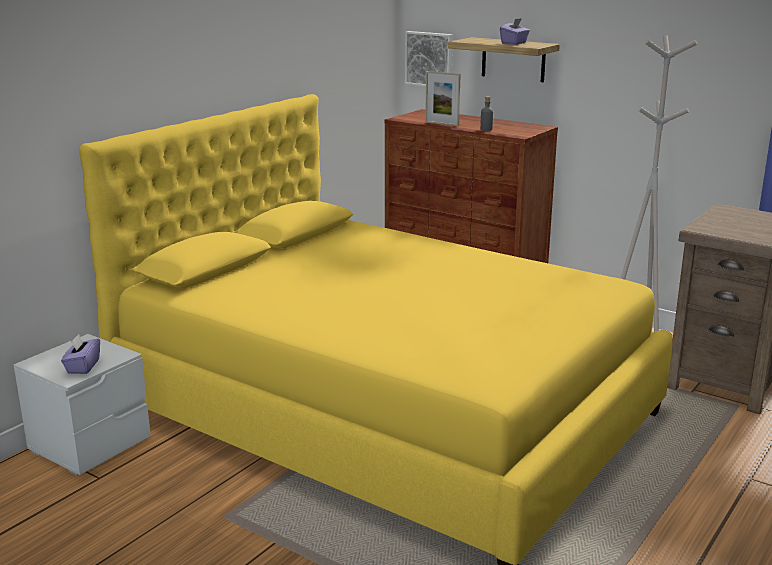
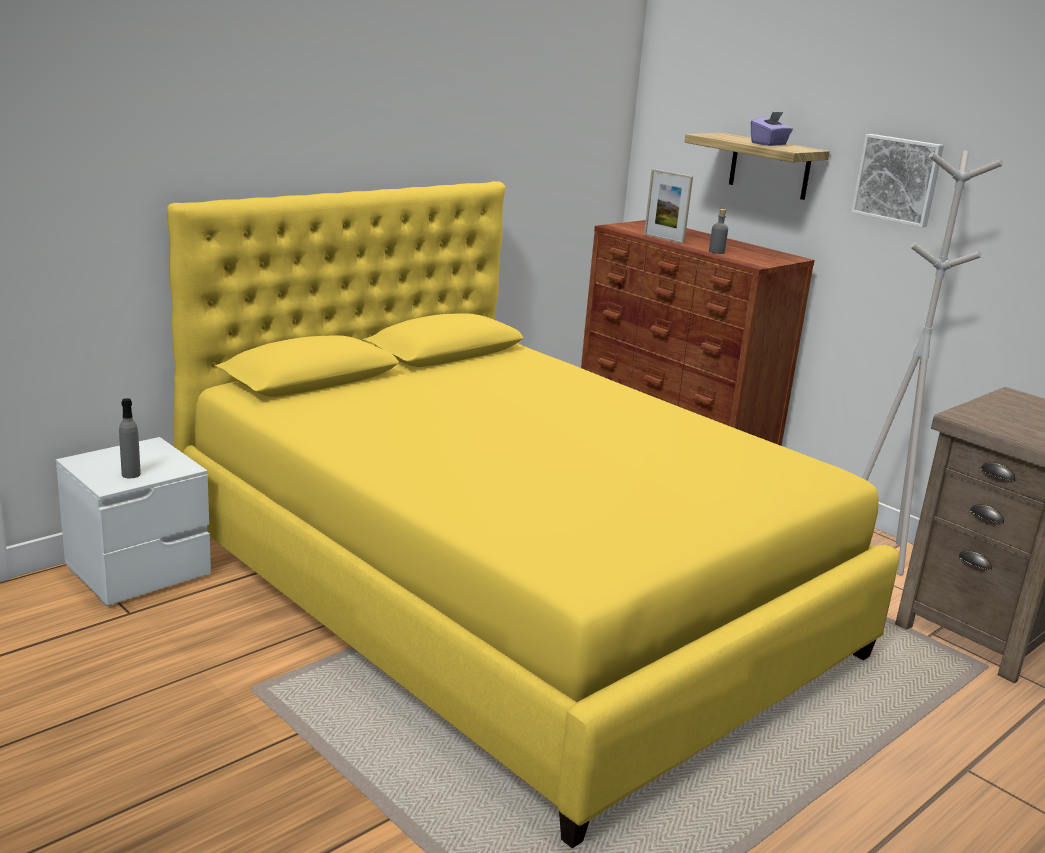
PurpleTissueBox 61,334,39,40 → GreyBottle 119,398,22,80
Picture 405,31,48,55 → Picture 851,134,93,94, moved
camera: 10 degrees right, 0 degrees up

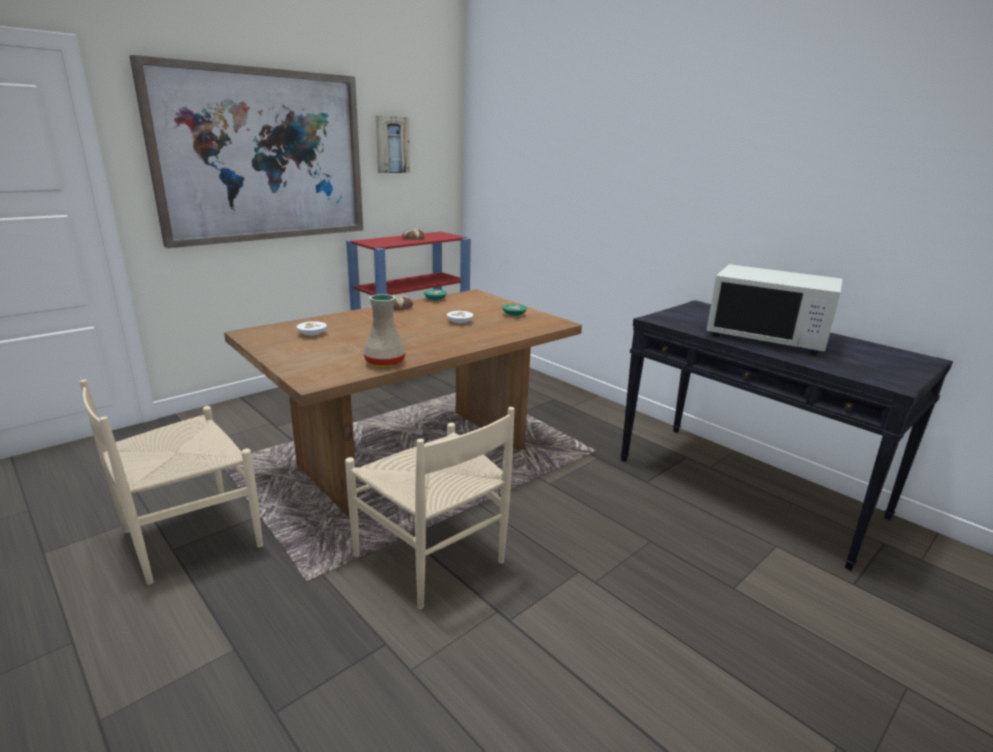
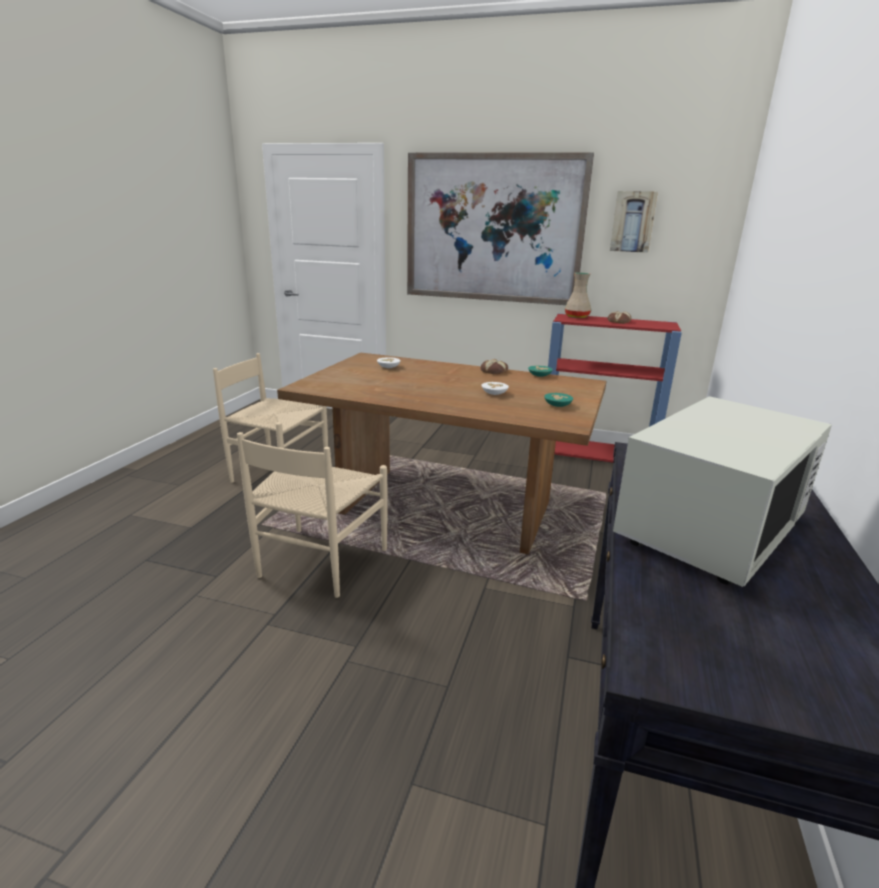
BeigeVase 364,294,42,74 → BeigeVase 565,272,26,46, moved
WhiteMicrowave 706,264,136,90 → WhiteMicrowave 613,396,219,191, 135 degrees counterclockwise
camera: 60 degrees right, 0 degrees up

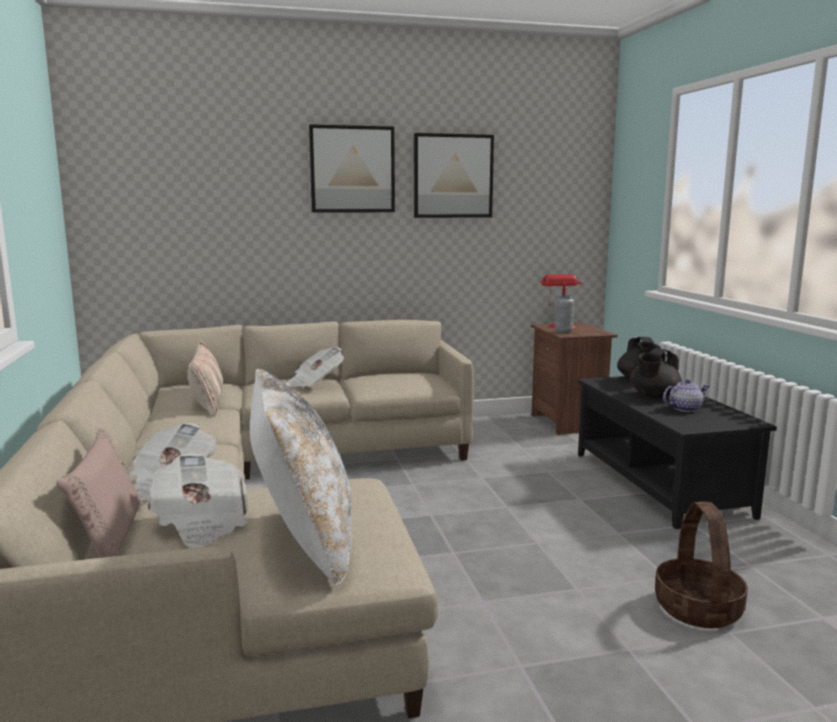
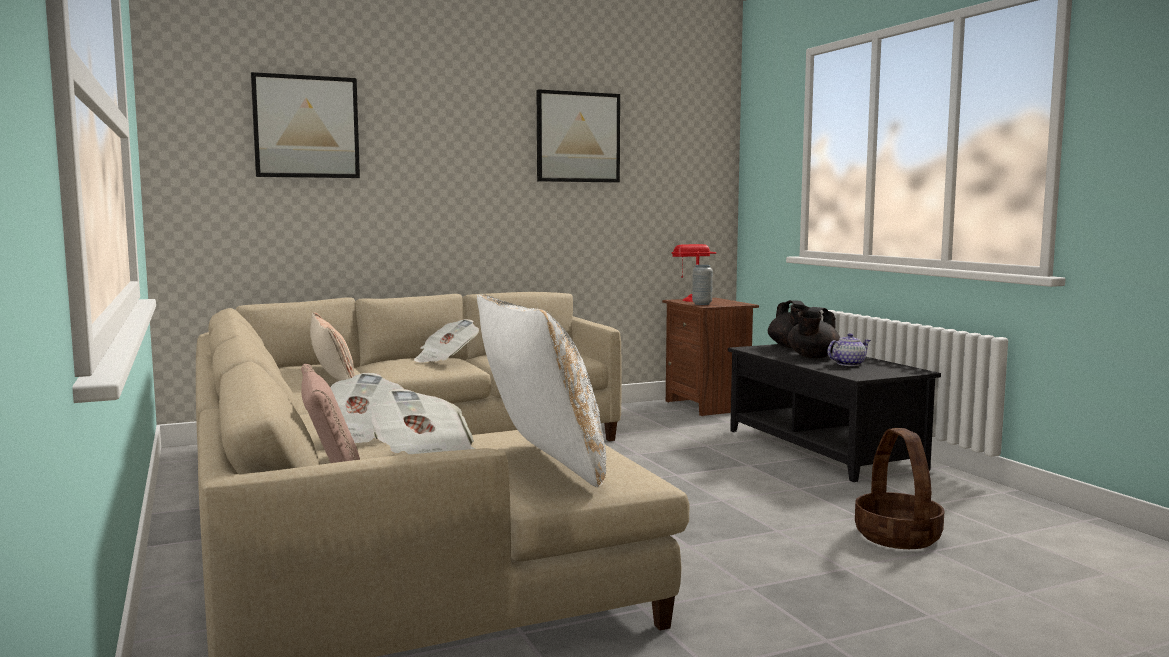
Picture 309,124,86,89 → Picture 251,72,109,106, moved
camera: 10 degrees left, 5 degrees down

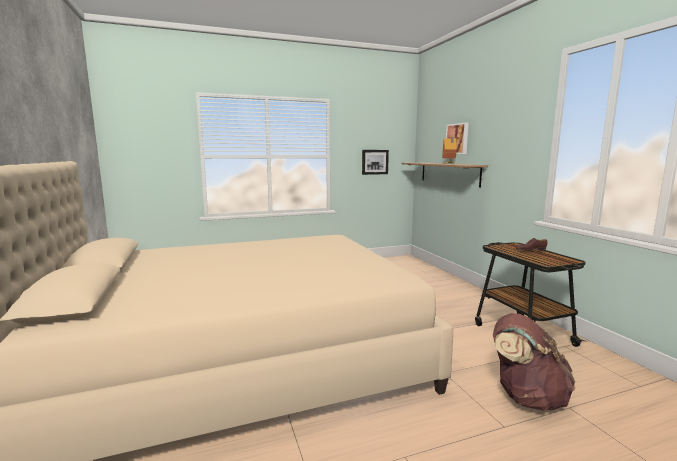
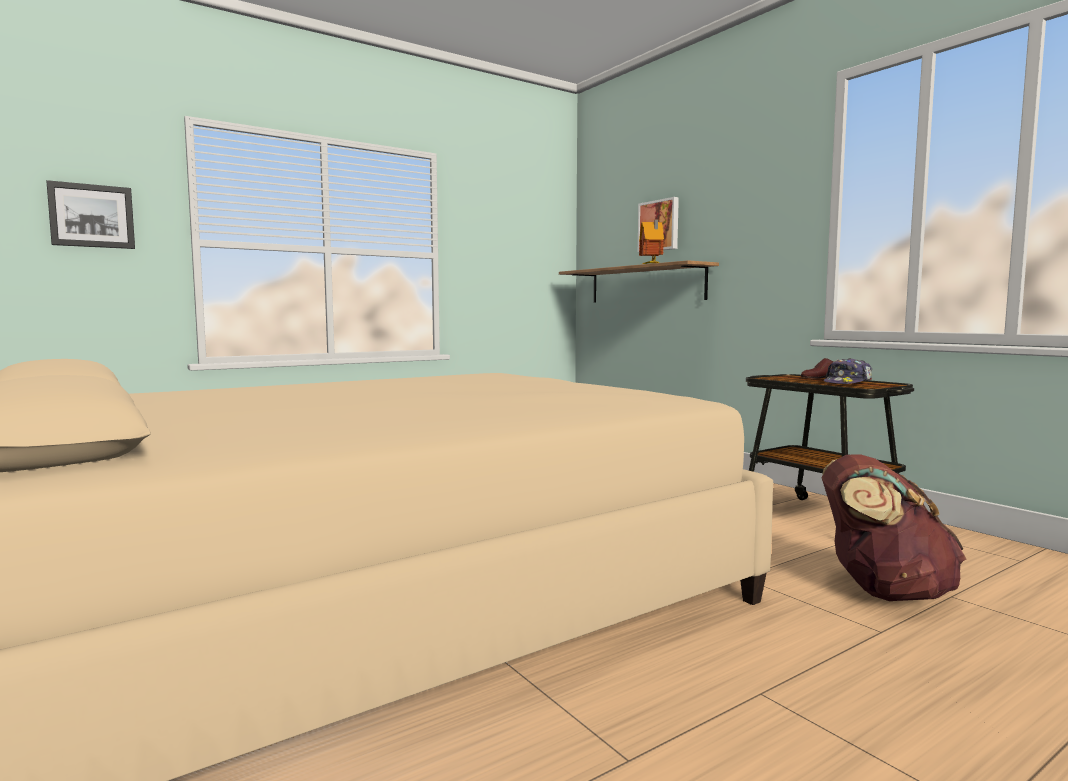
Picture 362,150,27,25 → Picture 46,180,89,69, moved
- → Cap 824,358,48,26
camera: 15 degrees left, 5 degrees down

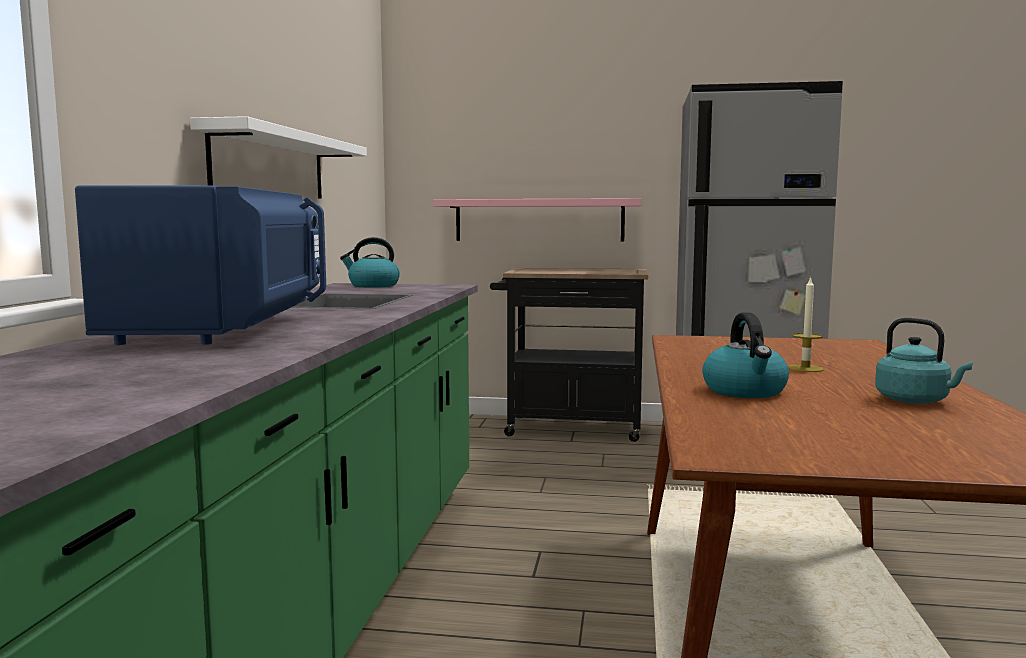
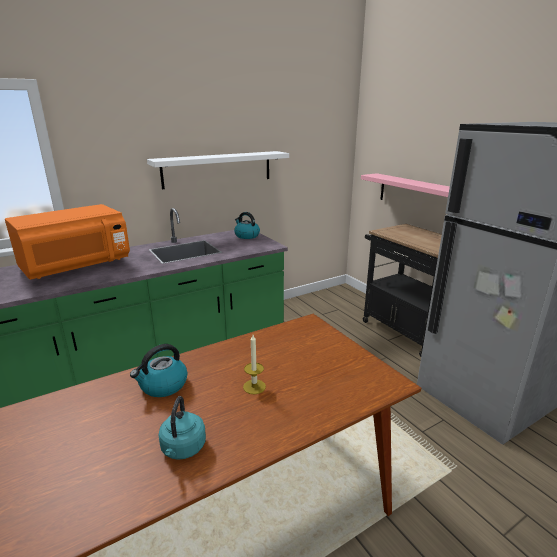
BlueMicrowave 75,185,251,160 → OrangeMicrowave 5,204,125,76
camera: 50 degrees right, 15 degrees up

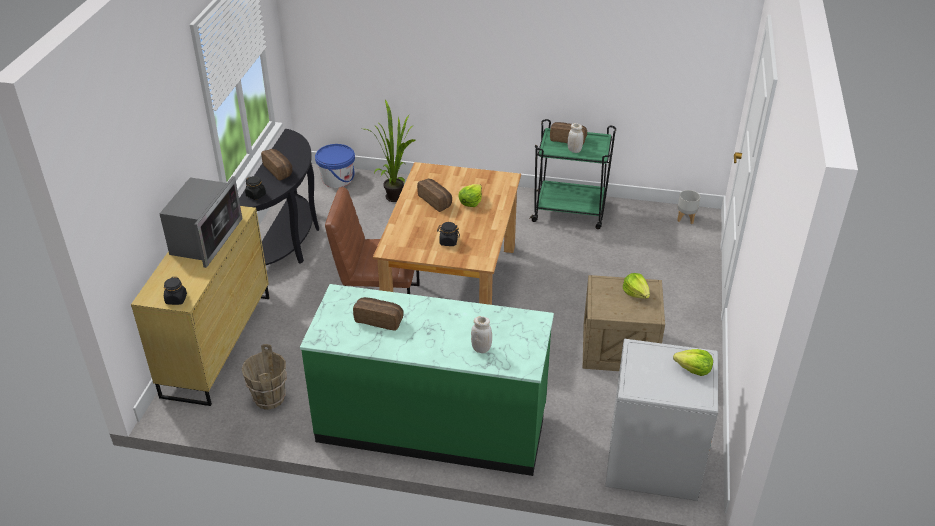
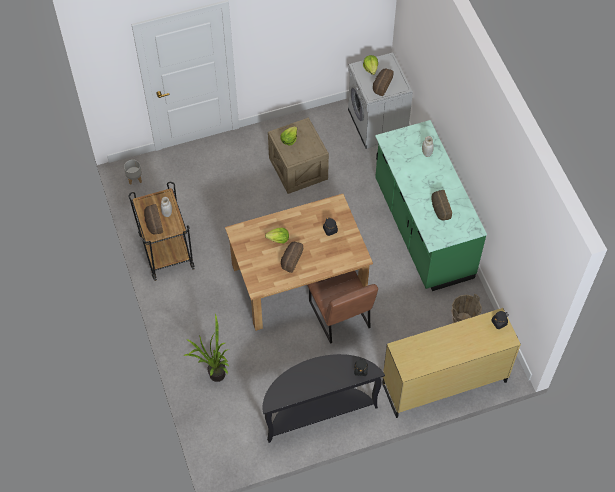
Microwave 159,176,83,92 → -
Bread 261,149,31,32 → Bread 373,69,21,27, moved
BlueBucket 315,144,40,44 → -
GreenCart 530,119,86,110 → BrownCart 129,182,66,99
camera: 120 degrees left, 20 degrees up

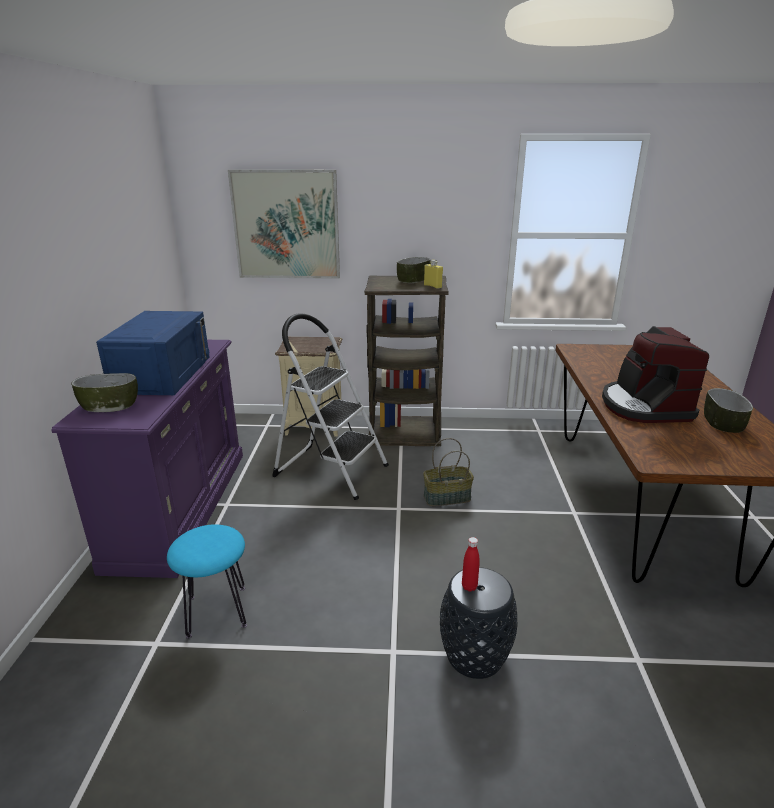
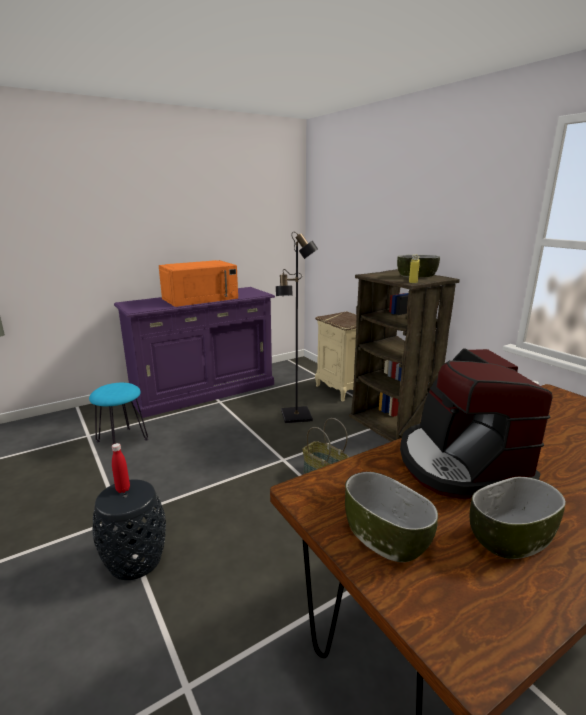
Bowl 71,373,67,39 → Bowl 345,472,93,90, moved
BlueMicrowave 96,311,113,84 → OrangeMicrowave 159,260,79,47
Picture 228,169,112,110 → -
StepLadder 272,313,117,187 → BlackFloorLamp 276,232,42,191
CoffeeMachine 602,326,107,97 → CoffeeMachine 400,348,153,151, 60 degrees counterclockwise
camera: 55 degrees right, 5 degrees down

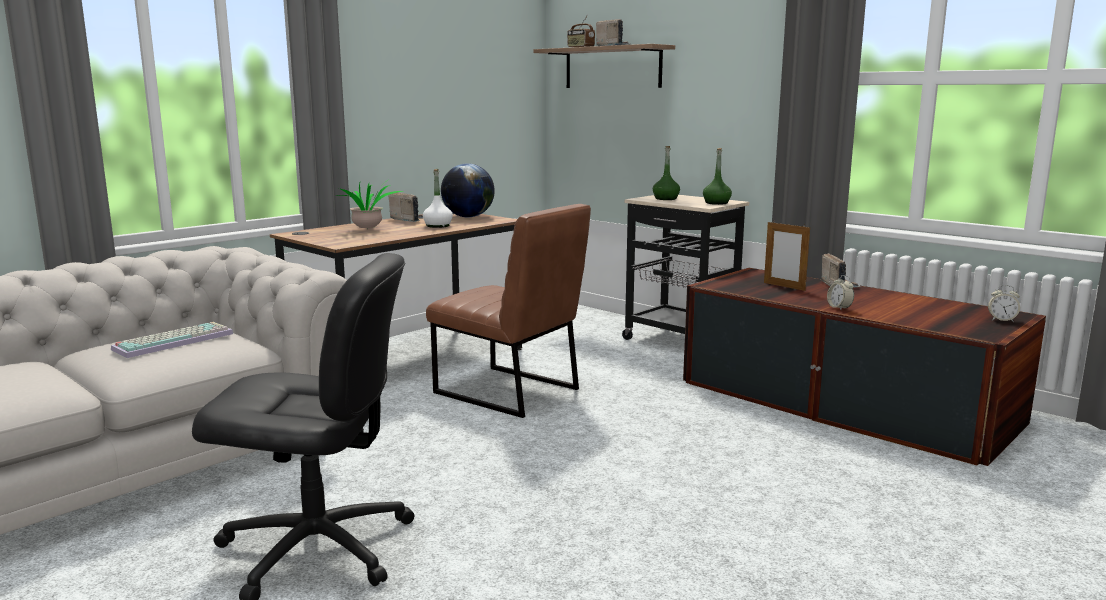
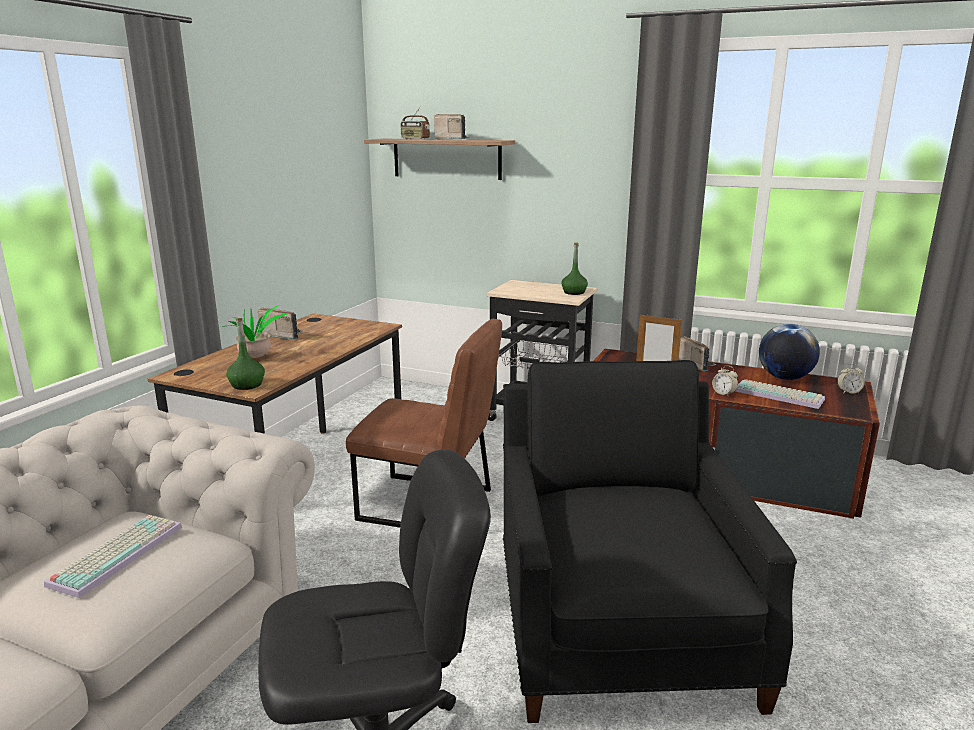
WhiteBottle 423,169,30,59 → -
Globe 441,163,54,54 → Globe 759,324,61,56, moved
GreenBottle 653,146,27,54 → GreenBottle 226,318,39,72, moved
- → BlackArmchair 503,360,294,363
- → Keyboard 735,379,90,30
camera: 20 degrees left, 5 degrees up

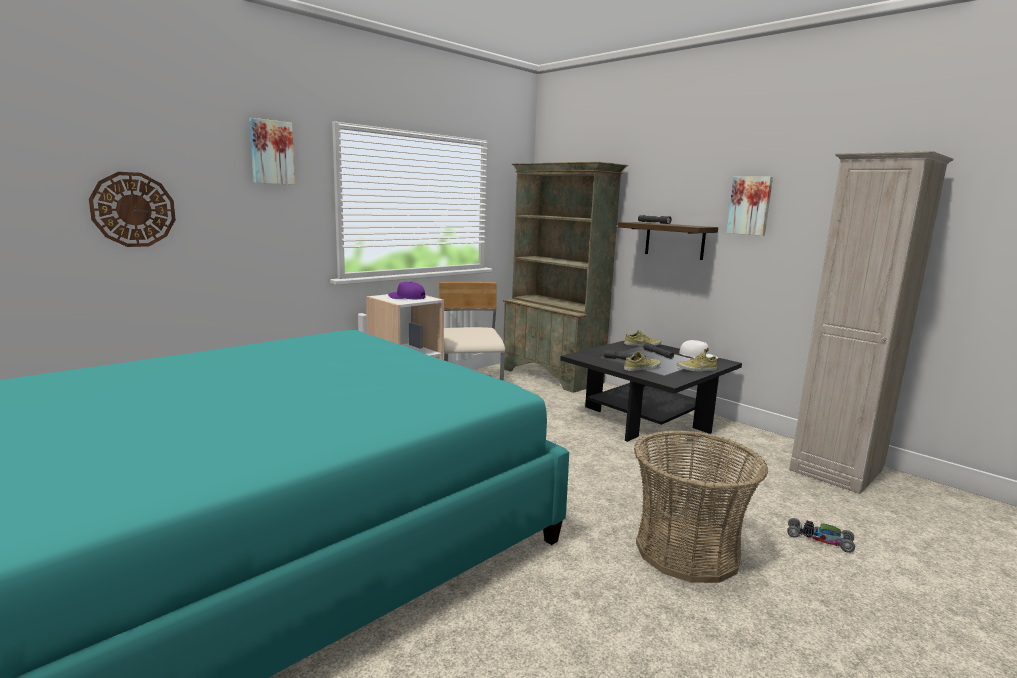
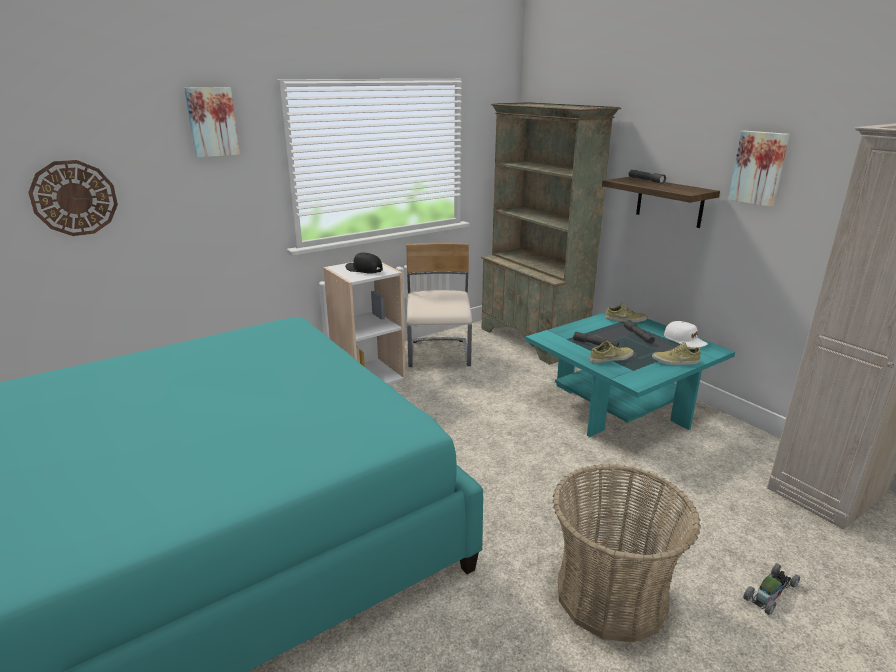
PurpleCap 388,282,37,17 → BlackCap 345,253,38,21
BlackCoffeeTable 560,340,182,102 → TurquoiseCoffeeTable 525,312,210,125
ToyCar 787,518,68,35 → ToyCar 743,563,57,52, 105 degrees clockwise
camera: 10 degrees right, 10 degrees up

